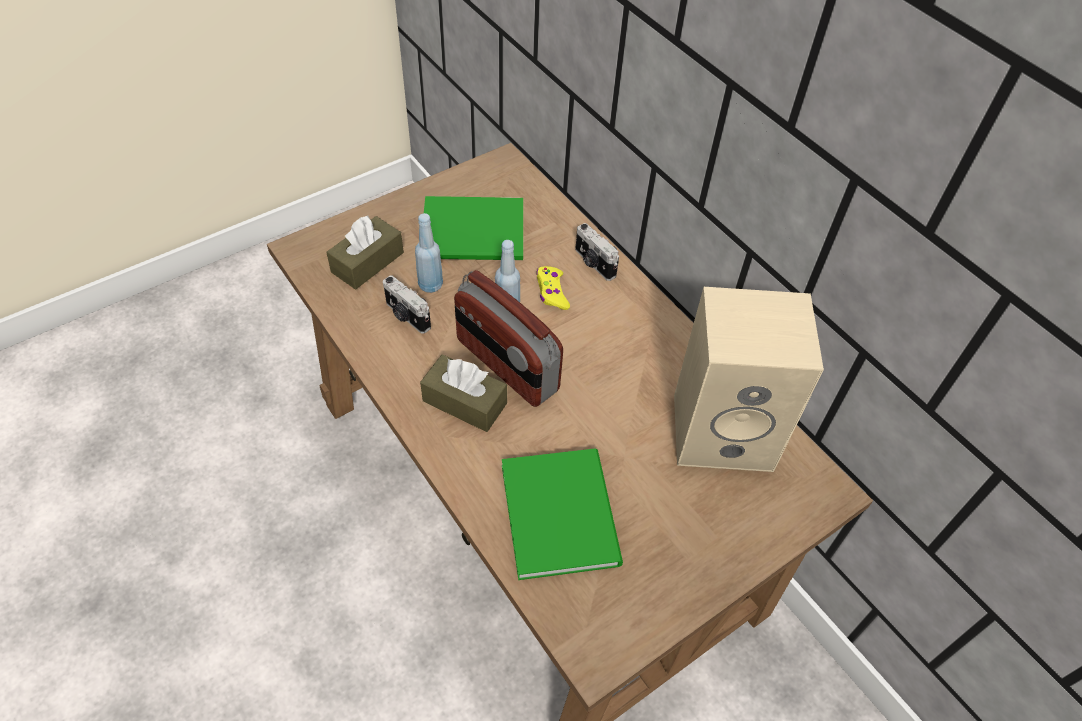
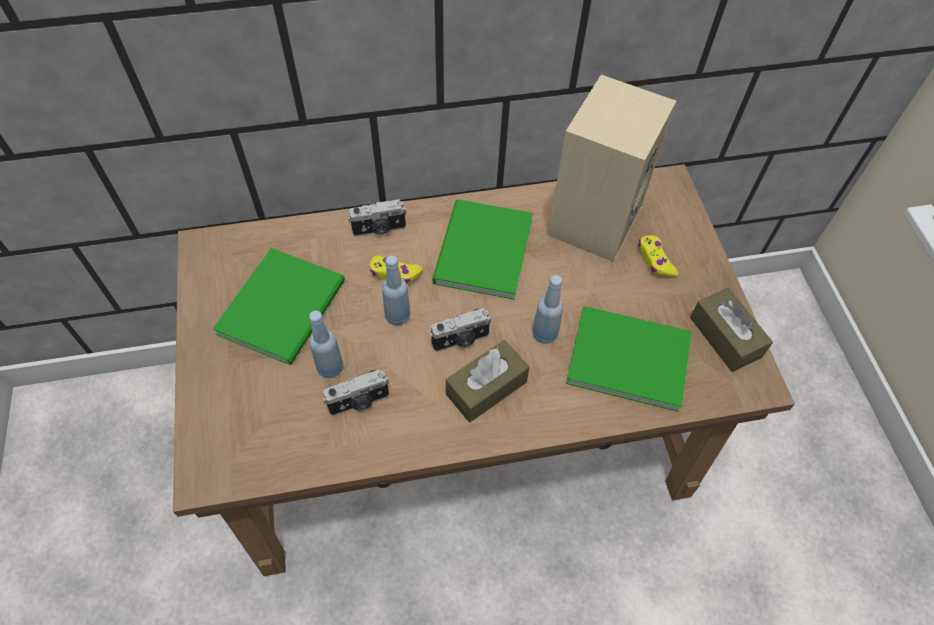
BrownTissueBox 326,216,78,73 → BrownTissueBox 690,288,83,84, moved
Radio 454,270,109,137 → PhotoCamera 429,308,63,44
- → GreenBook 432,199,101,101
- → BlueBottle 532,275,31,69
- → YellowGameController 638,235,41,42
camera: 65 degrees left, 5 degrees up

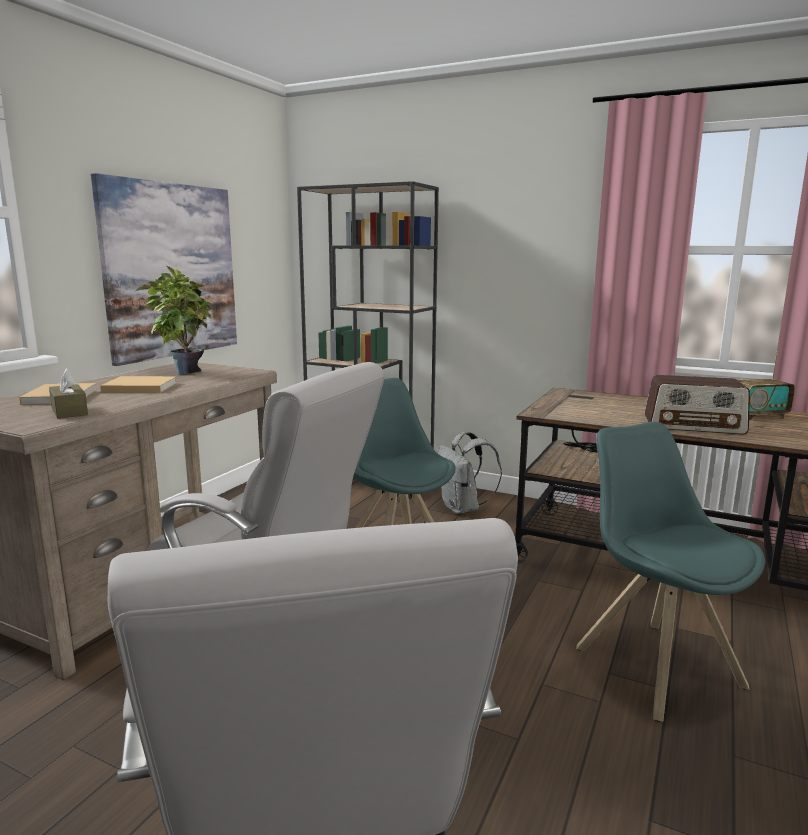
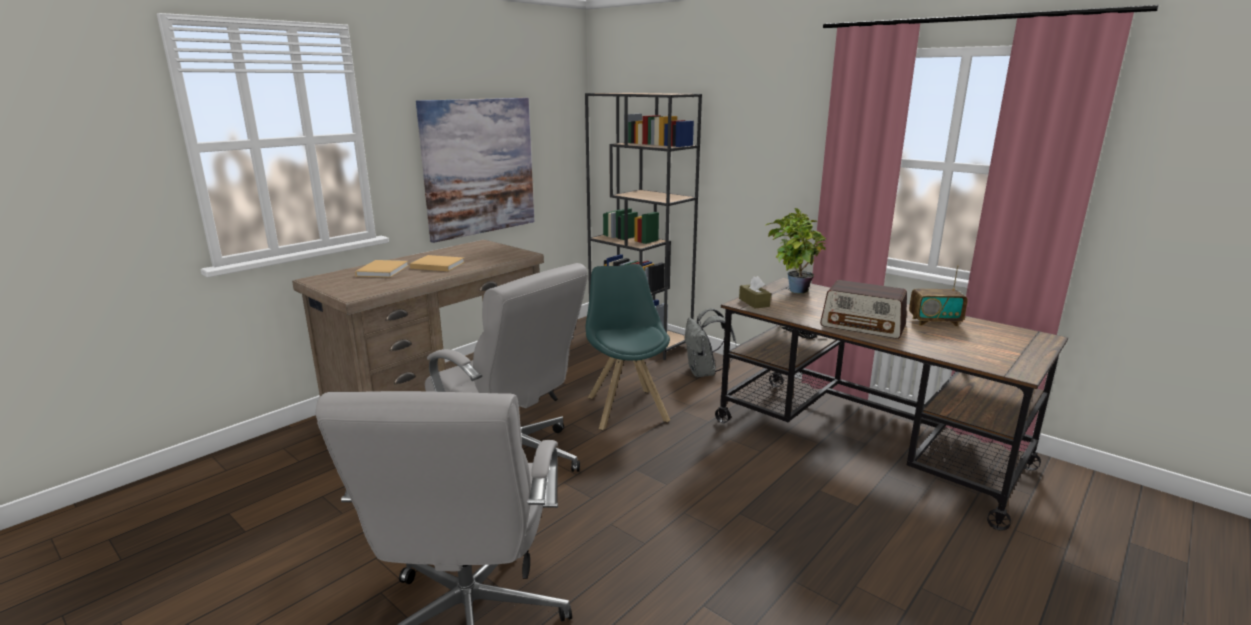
BrownTissueBox 49,368,39,51 → BrownTissueBox 739,276,32,33, moved
PottedPlant 135,266,77,108 → PottedPlant 765,208,62,85, moved
TurquoiseChair 576,422,189,300 → -
camera: 15 degrees right, 5 degrees up

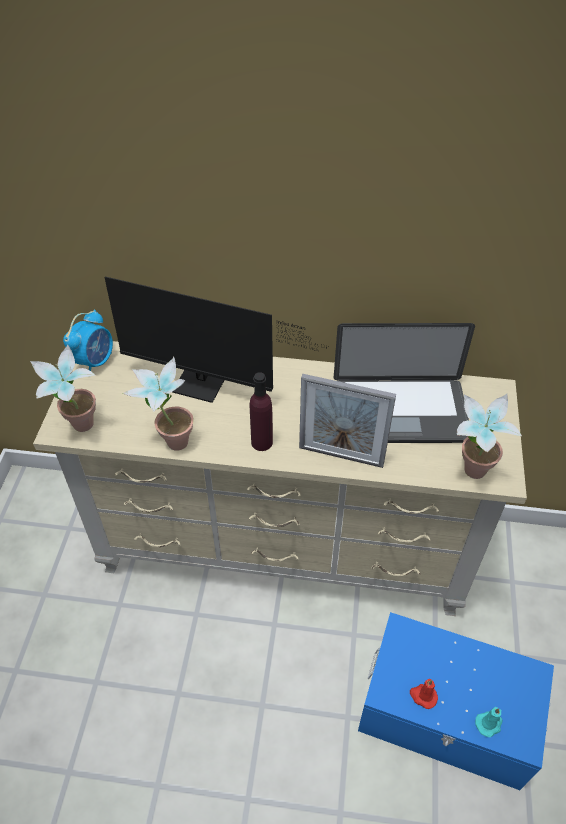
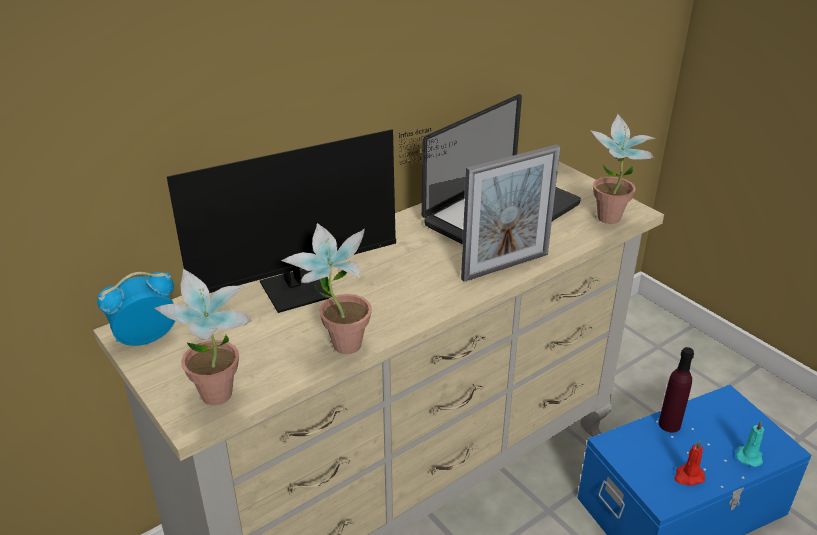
AlarmClock 63,310,50,67 → AlarmClock 97,272,78,74, 105 degrees counterclockwise
PurpleBottle 250,372,23,79 → PurpleBottle 659,347,35,86, moved
camera: 45 degrees left, 15 degrees down

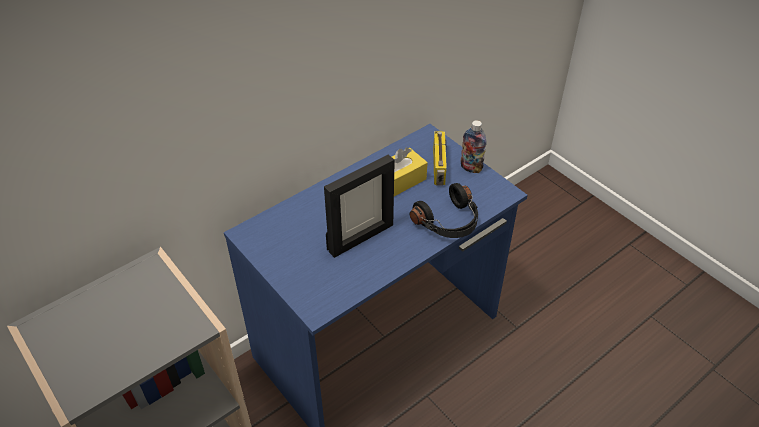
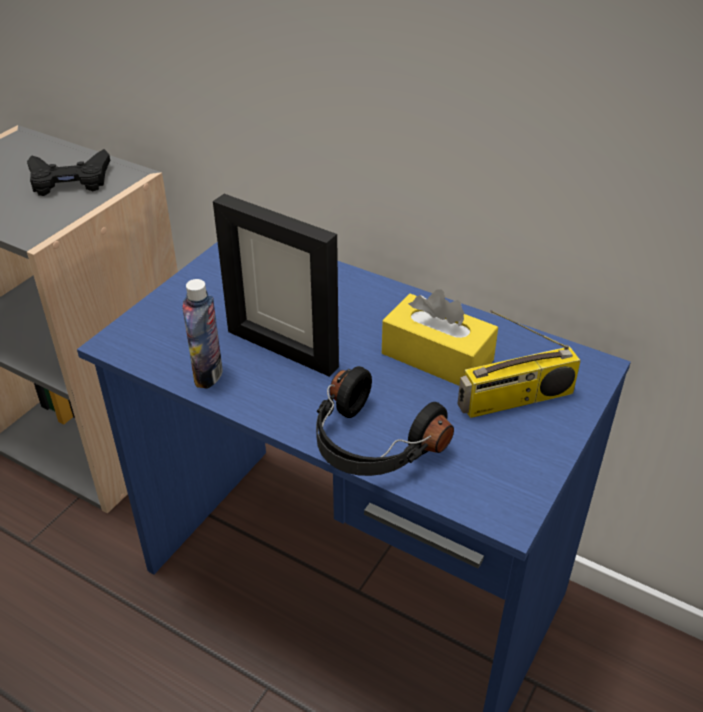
Bottle 461,120,25,53 → Bottle 183,279,40,110, moved
- → BlackGameController 27,149,83,47
camera: 70 degrees right, 5 degrees down

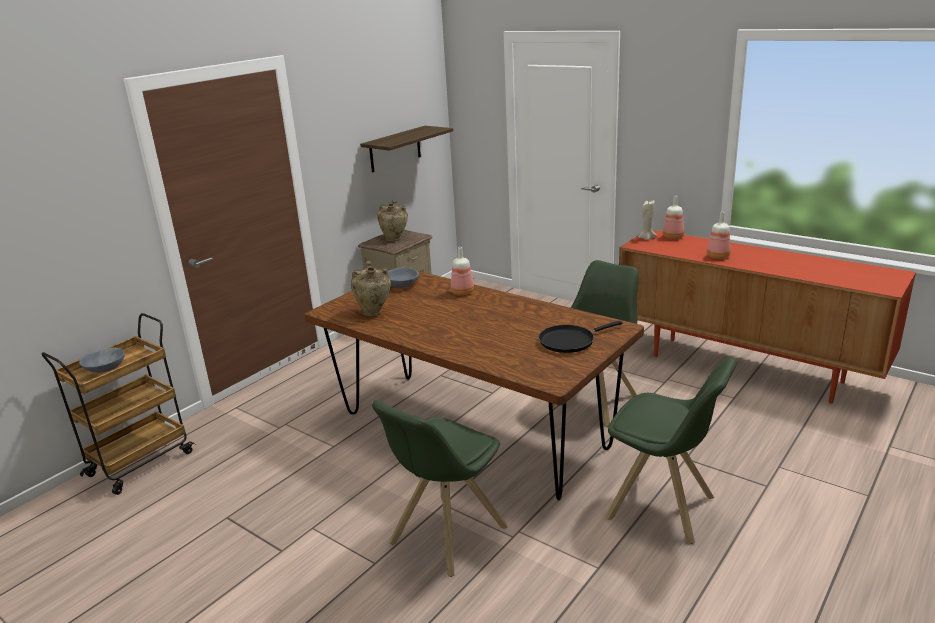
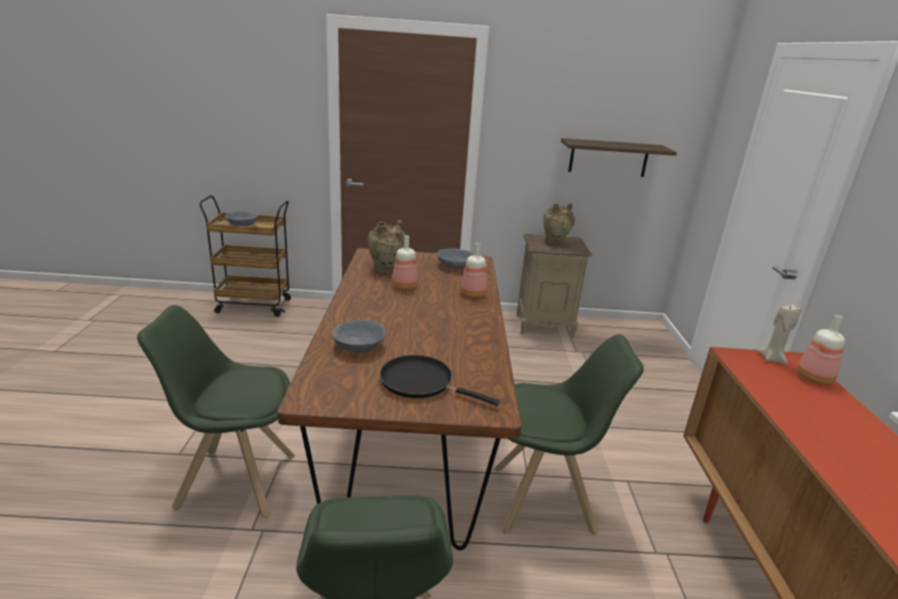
Bottle 707,212,24,47 → Bottle 392,235,26,55, moved
- → GreyBowl 332,320,54,33
camera: 50 degrees right, 0 degrees up

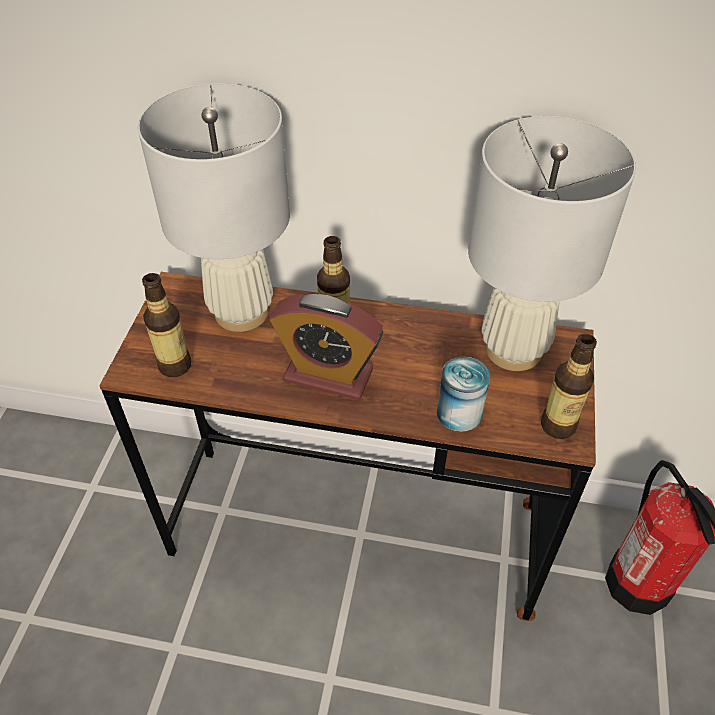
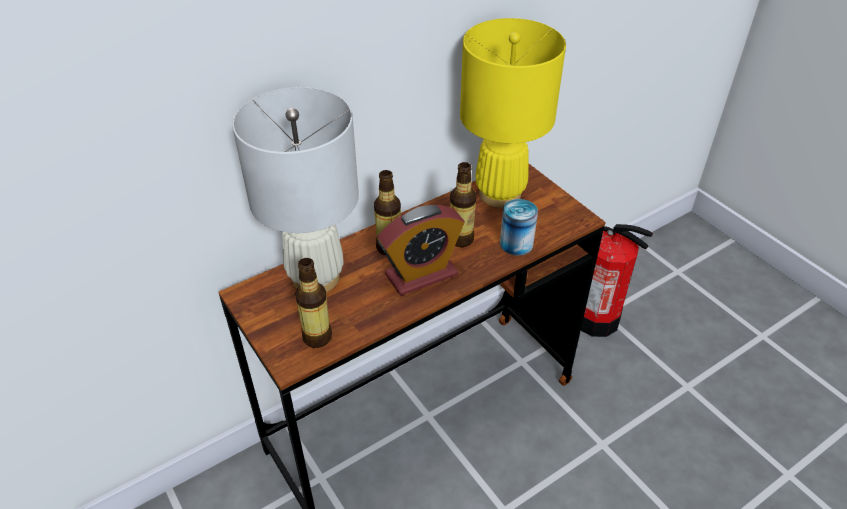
WhiteTableLamp 468,116,168,255 → YellowTableLamp 460,18,106,190
Bottle 541,334,56,105 → Bottle 450,162,26,85, moved
camera: 45 degrees left, 5 degrees down

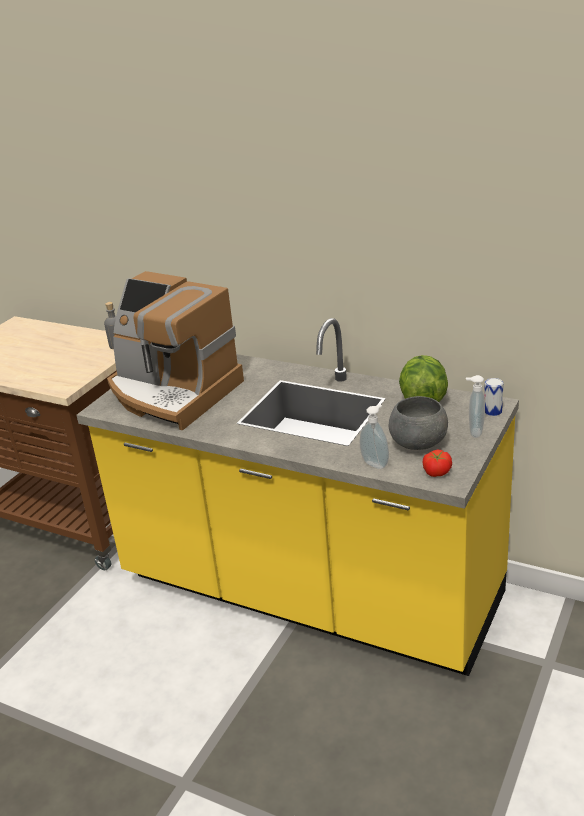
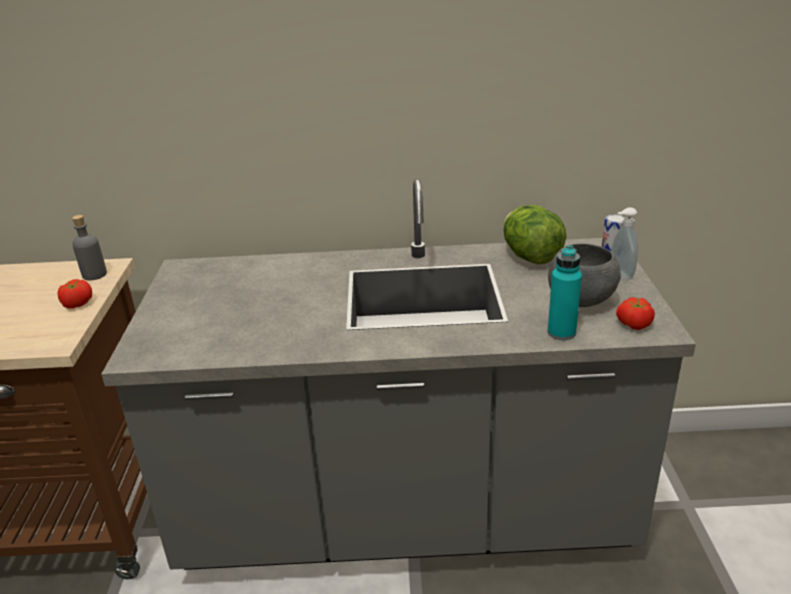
YellowCounter 76,318,443,358 → GreyCounter 101,179,595,391
CoffeeMachine 107,271,137,160 → -
SoapDispenser 360,404,29,65 → TurquoiseBottle 548,246,34,94
- → Tomato 57,279,35,30
camera: 30 degrees left, 0 degrees up

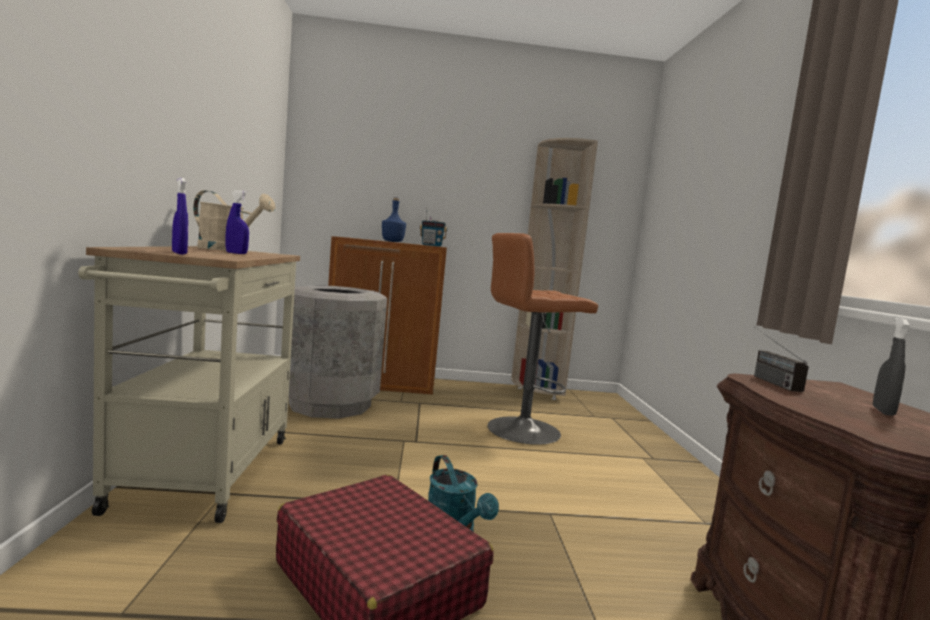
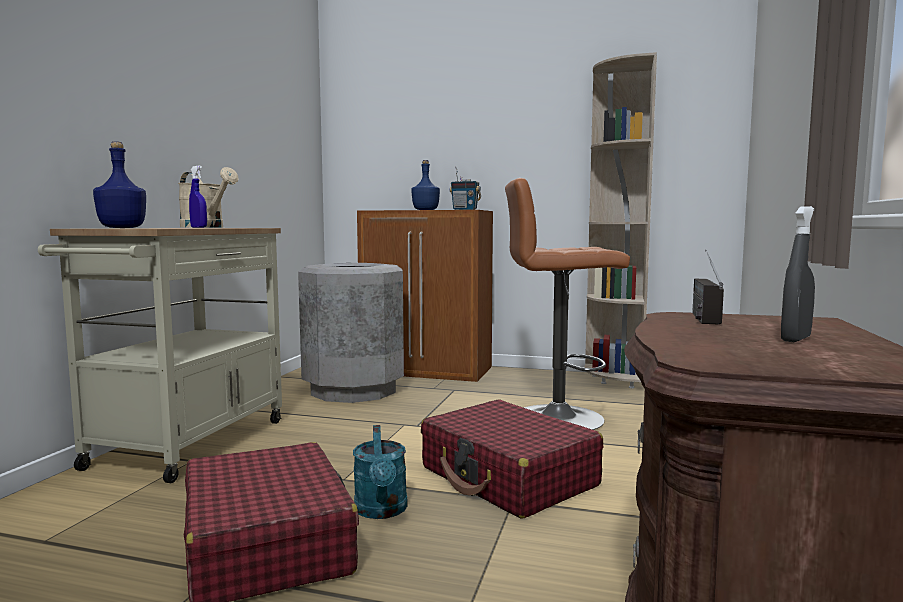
BlueSprayBottle 172,178,16,77 → BlueBottle 93,141,53,87
- → RedSuitcase 421,399,182,120
camera: 20 degrees right, 0 degrees up

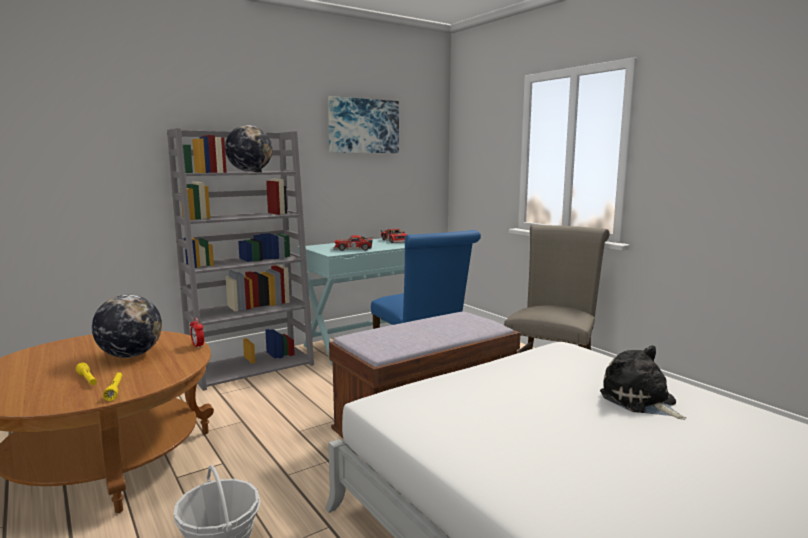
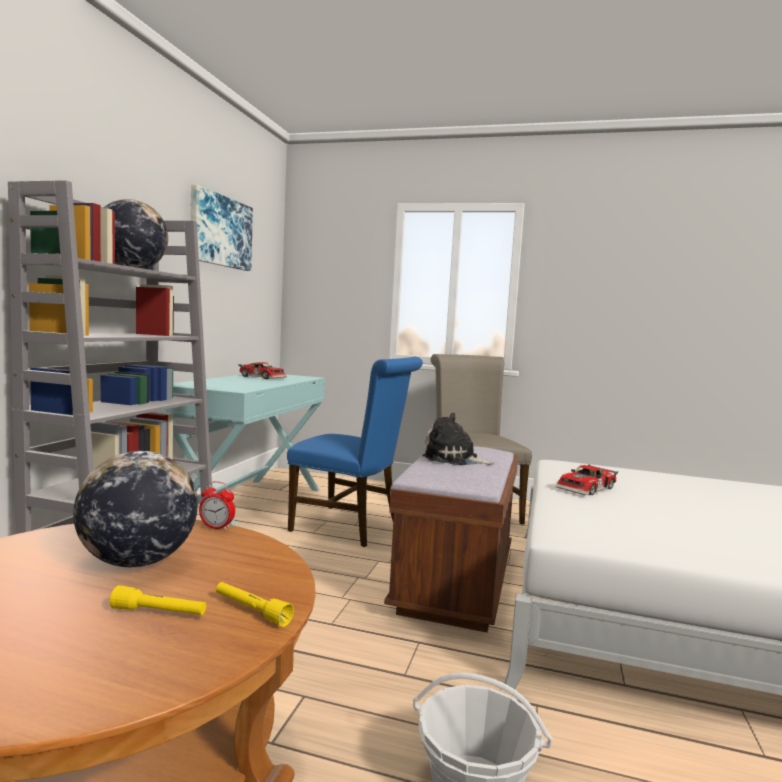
ToyCar 333,235,40,16 → ToyCar 556,464,62,32, moved
PlushToy 600,346,87,74 → PlushToy 422,413,72,52, moved
camera: 40 degrees left, 5 degrees down

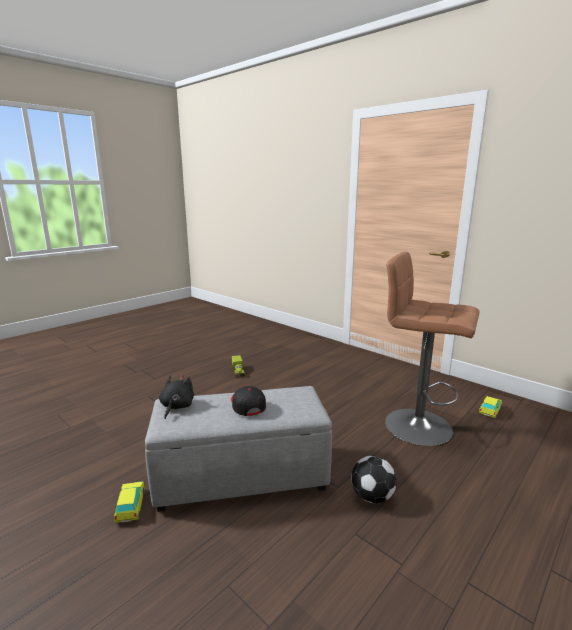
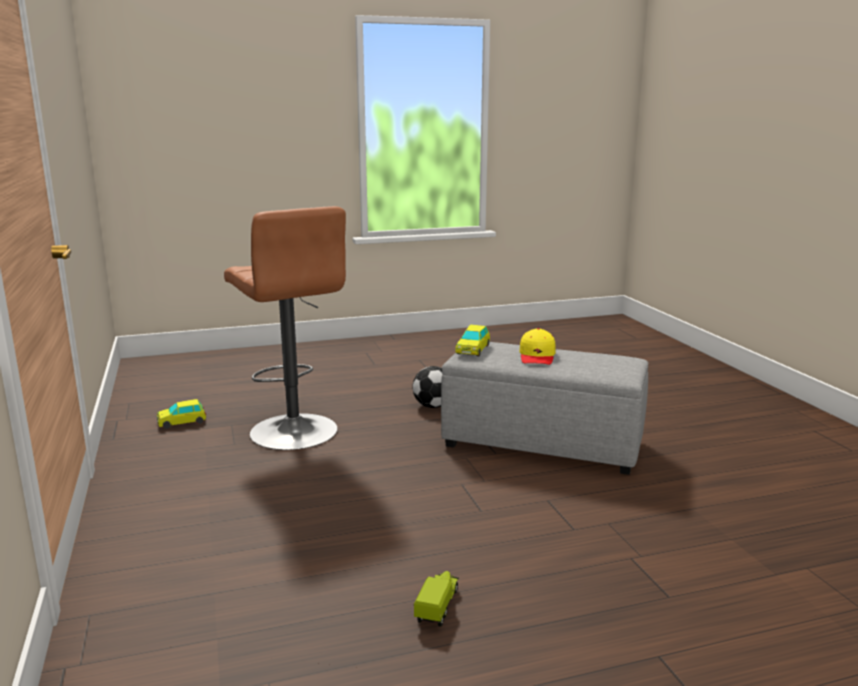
ToyCar 114,481,31,42 → ToyCar 456,325,34,31, moved
BlackPlushToy 159,375,35,44 → -
BlackCap 231,386,35,30 → YellowCap 519,328,37,37
camera: 150 degrees left, 0 degrees up

